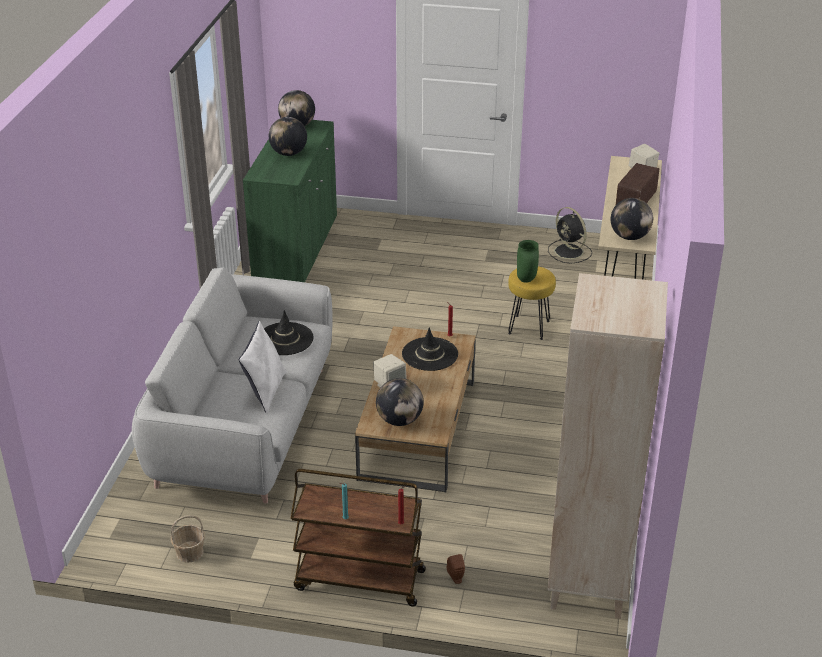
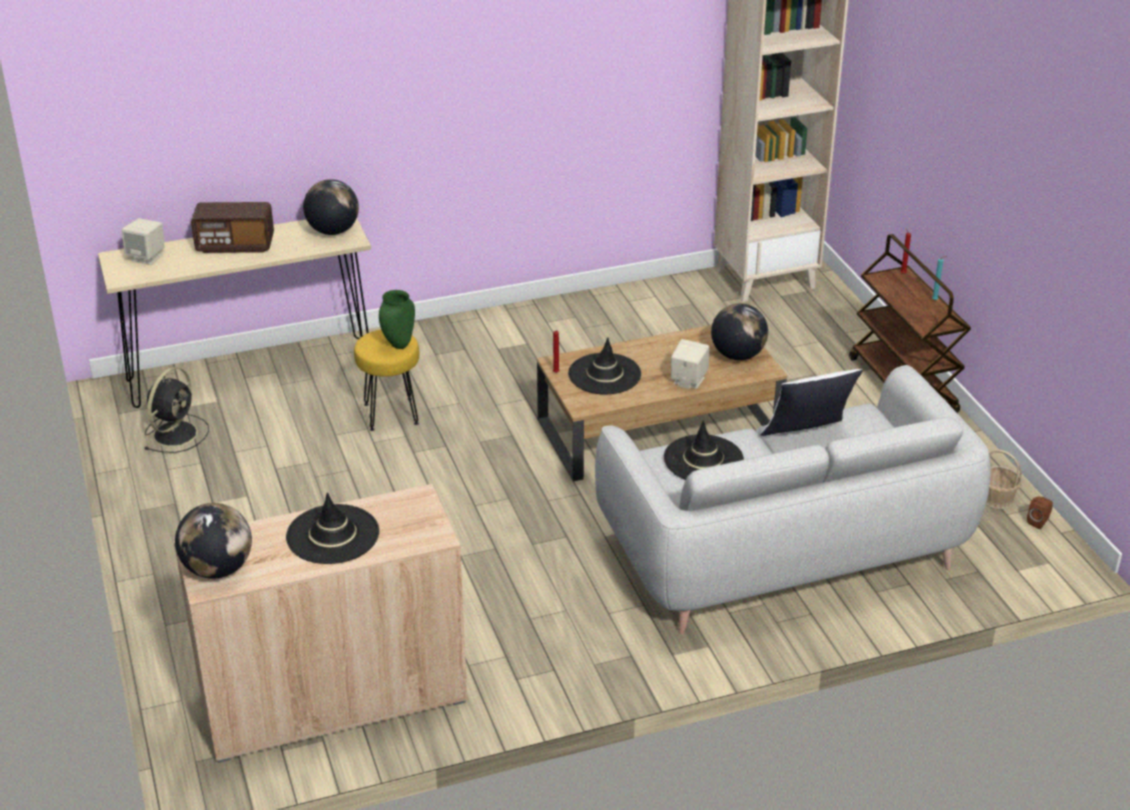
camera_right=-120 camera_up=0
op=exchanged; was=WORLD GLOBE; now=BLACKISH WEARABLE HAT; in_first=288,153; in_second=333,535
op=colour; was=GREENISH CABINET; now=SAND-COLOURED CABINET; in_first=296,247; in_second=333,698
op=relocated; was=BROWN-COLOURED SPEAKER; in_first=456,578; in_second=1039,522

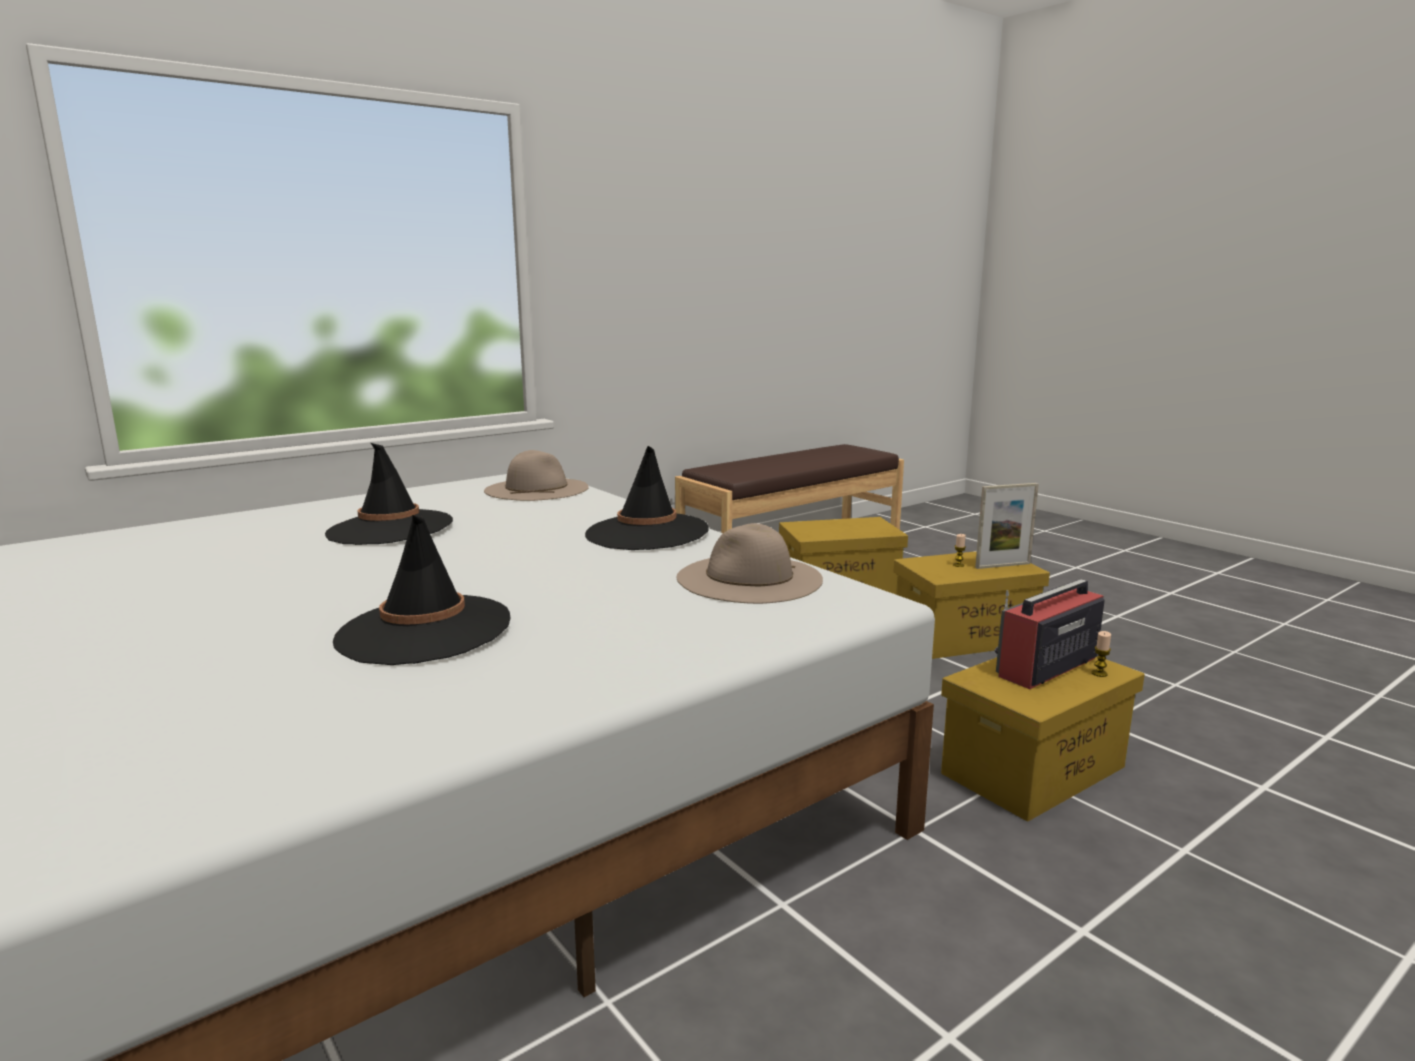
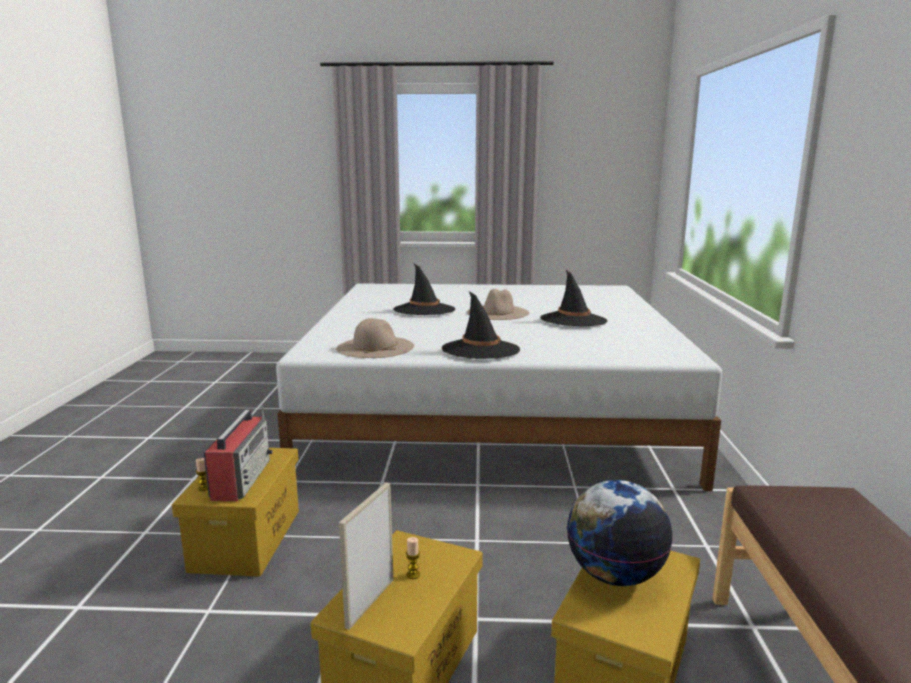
camera_right=130 camera_up=0
op=relocated; was=SAND-COLOURED WEARABLE HAT; in_first=536,489; in_second=498,312
op=appeared; now=WORLD GLOBE; in_second=614,575

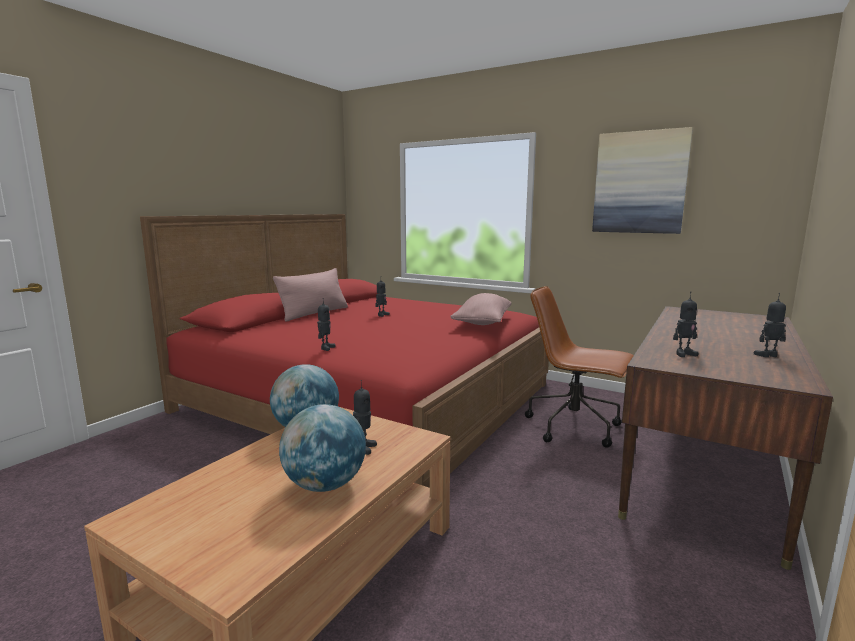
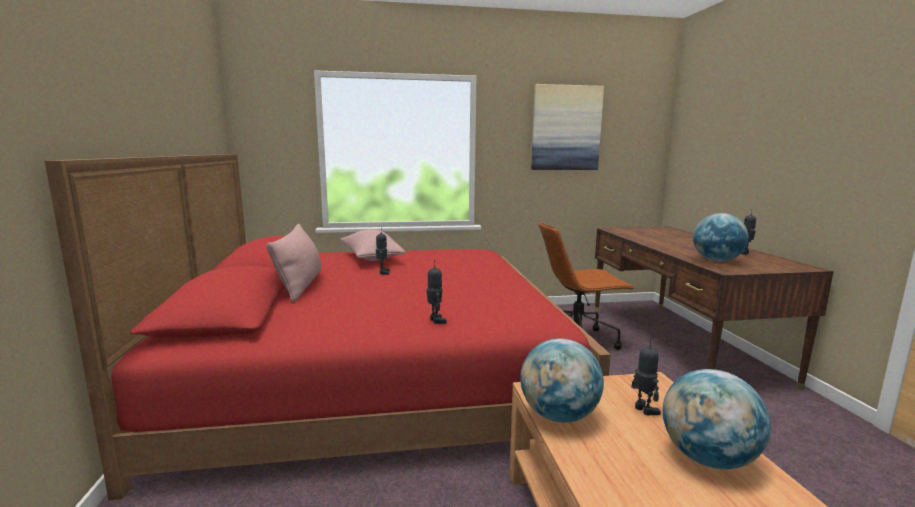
camera_right=-40 camera_up=0
op=relocated; was=PINK THROW PILLOW; in_first=482,322; in_second=371,258
op=exchanged; was=ROBOT FIGURE; now=WORLD GLOBE; in_first=684,354; in_second=716,260

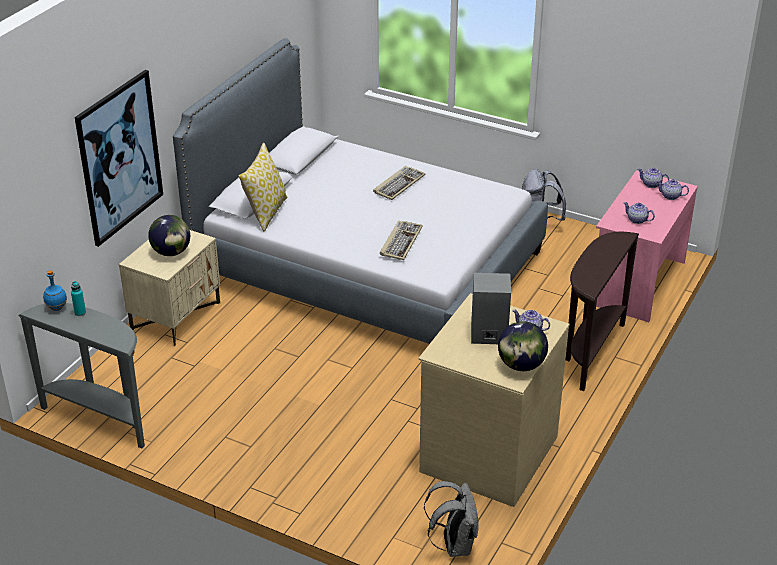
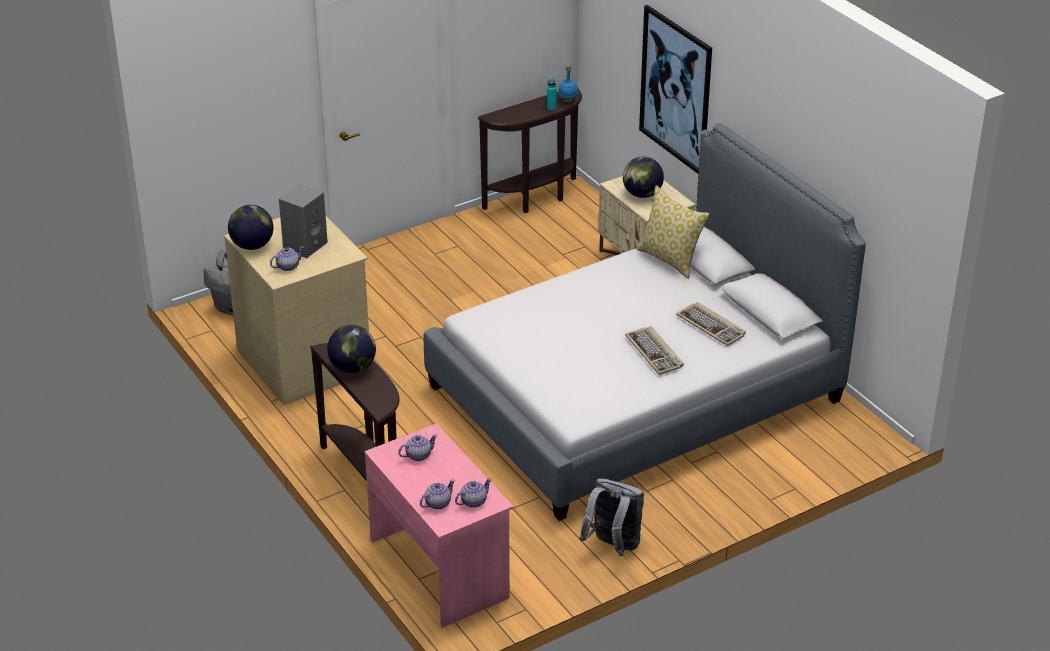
camera_right=120 camera_up=0
op=relocated; was=COMPUTER KEYBOARD; in_first=400,242; in_second=712,326
op=colour; was=GREY HALL TABLE; now=BROWN-COLOURED HALL TABLE; in_first=100,418; in_second=536,199
op=appeared; now=WORLD GLOBE; in_second=353,367

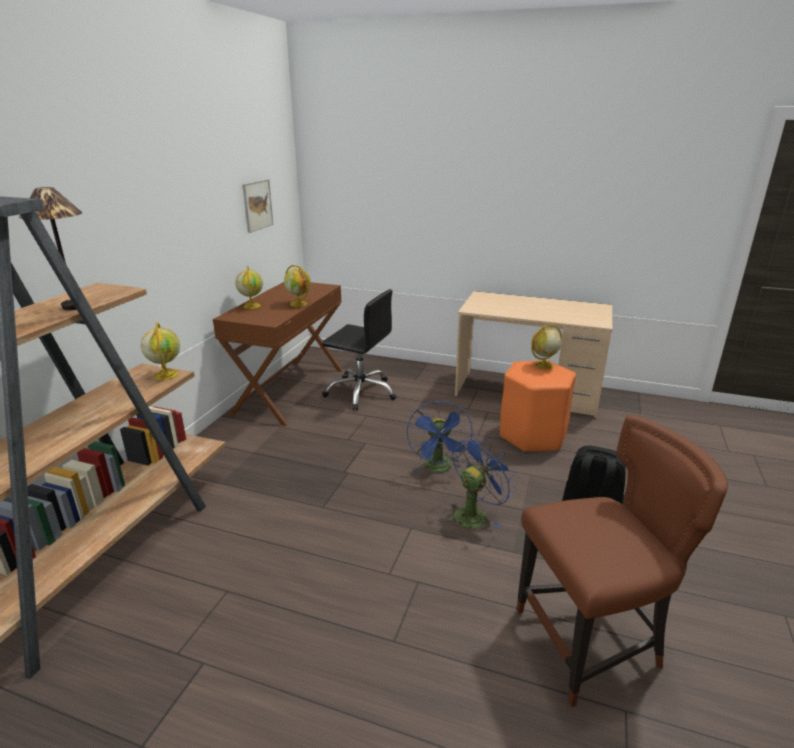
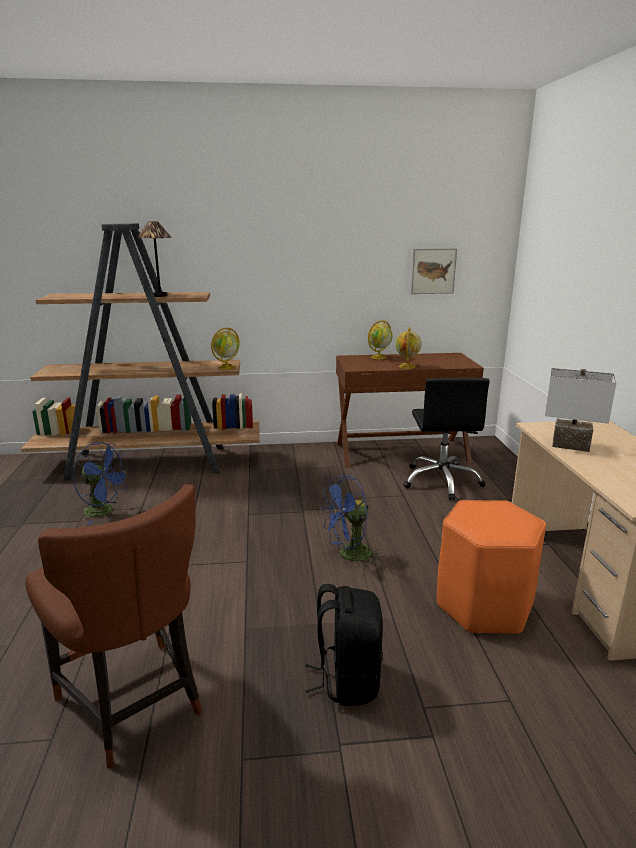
camera_right=65 camera_up=-5
op=missing; was=WORLD GLOBE; in_first=543,365
op=relocated; was=BLUE FAN; in_first=474,514; in_second=104,512
op=appeared; now=WHITISH TABLETOP LAMP; in_second=570,446

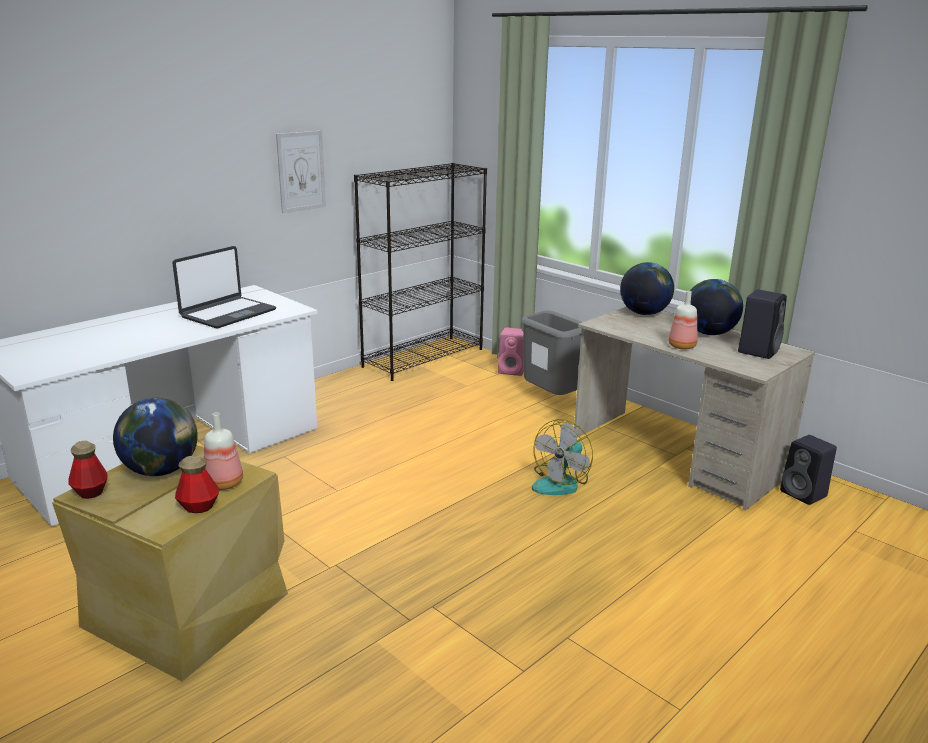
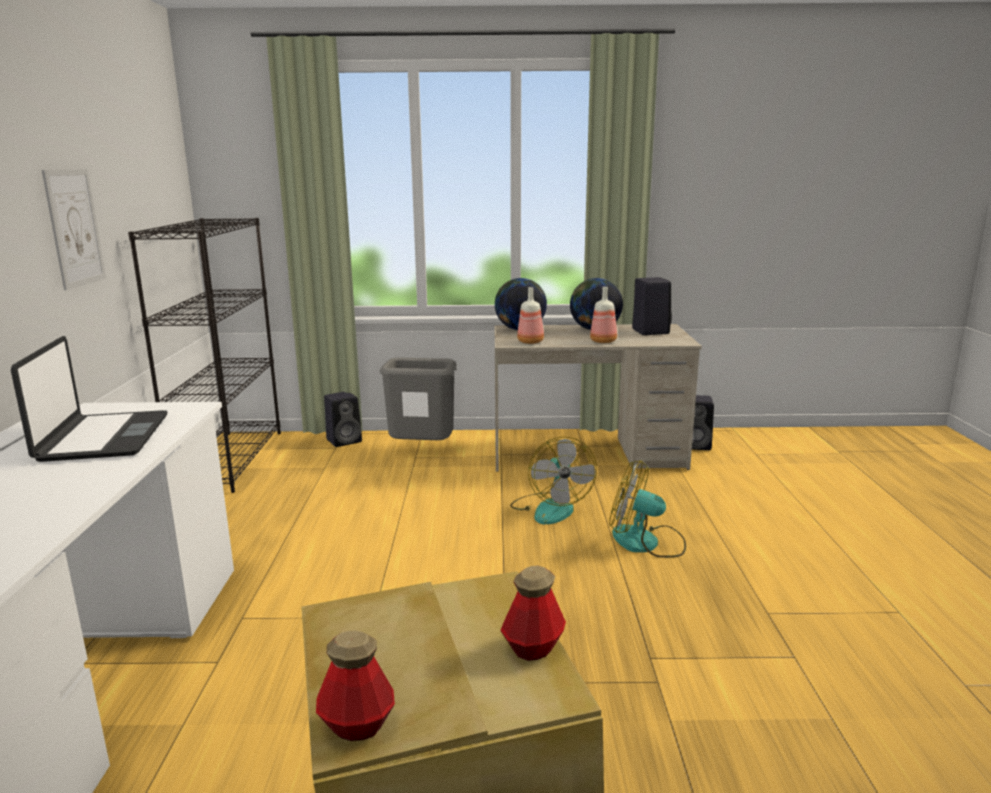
camera_right=-45 camera_up=-5
op=colour; was=PINK SPEAKER; now=BLACKISH SPEAKER; in_first=513,371; in_second=345,440
op=missing; was=WORLD GLOBE; in_first=161,470
op=relocated; was=BOTTLE; in_first=225,483; in_second=531,342
op=appeared; now=FAN; in_second=646,542

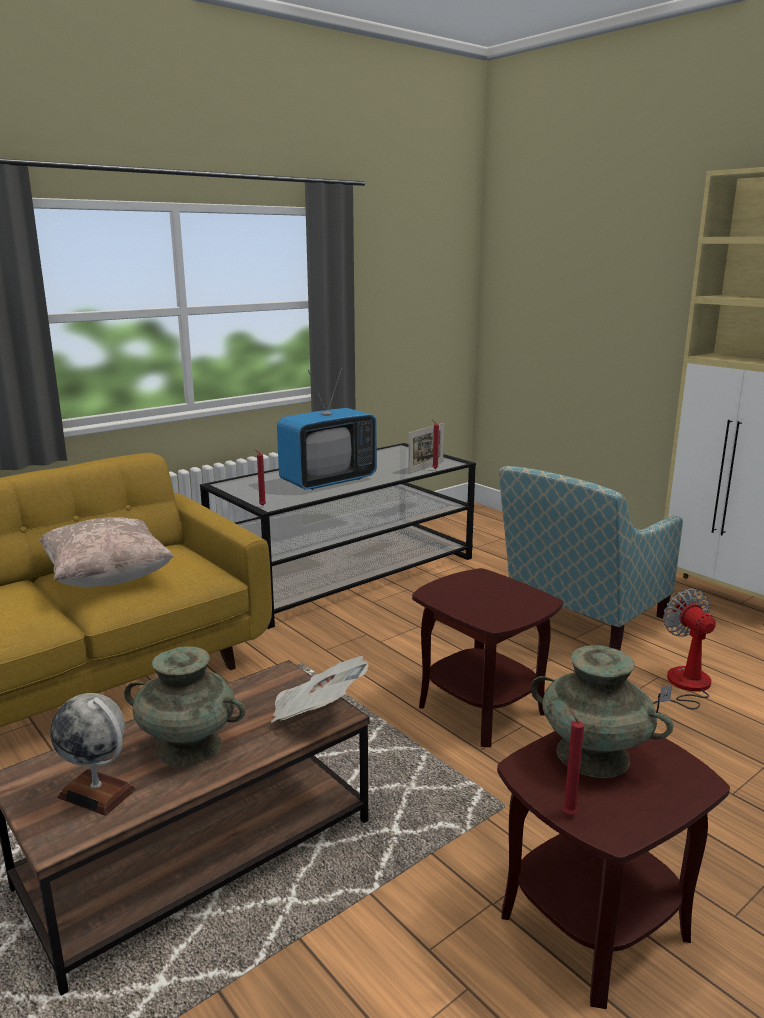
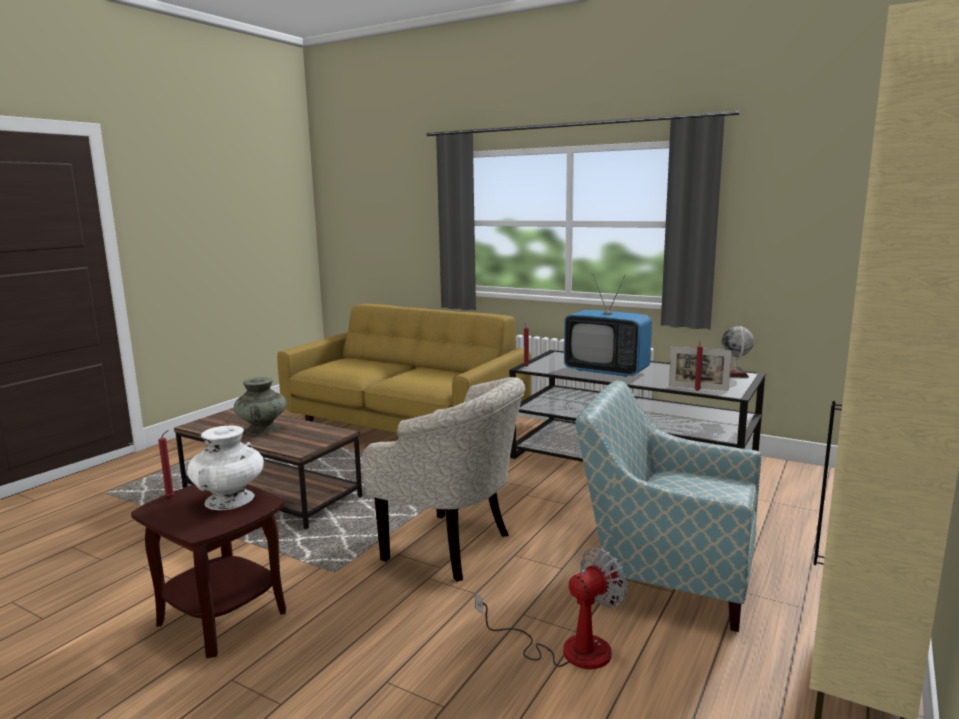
camera_right=70 camera_up=-5
op=missing; was=SAND-COLOURED THROW PILLOW; in_first=108,578
op=exchanged; was=BROWN-COLOURED ACCENT TABLE; now=SAND-COLOURED LOUNGE CHAIR; in_first=482,709; in_second=454,547
op=colour; was=TURQUOISE VASE; now=WHITISH VASE; in_first=593,756; in_second=229,500
op=missing; was=PRINTED PAPER; in_first=317,712
op=relocated; was=WORLD GLOBE; in_first=97,793; in_second=735,374

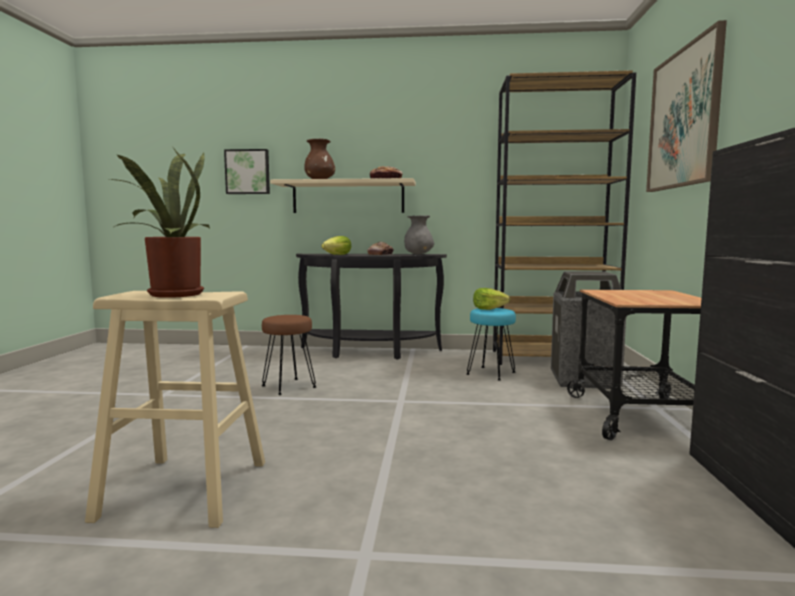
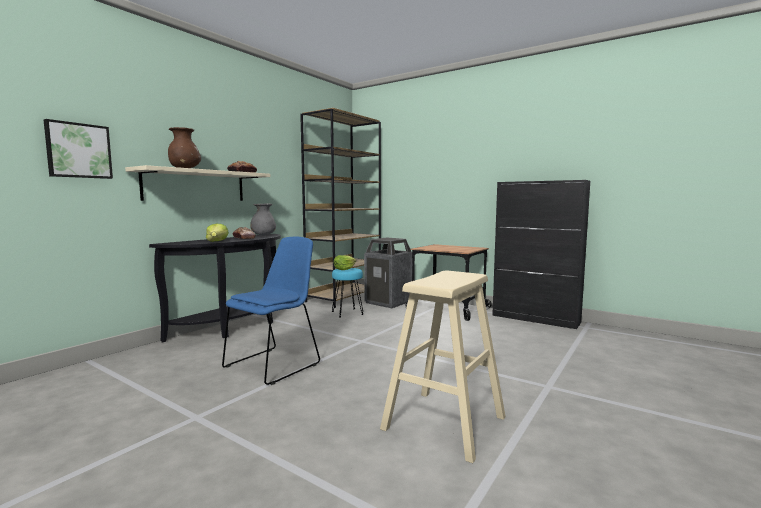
camera_right=-60 camera_up=0
op=missing; was=WALL PICTURE; in_first=684,118
op=missing; was=HOUSEPLANT; in_first=170,294
op=exchanged; was=BROWN-COLOURED STOOL; now=BLUE CHAIR; in_first=288,387; in_second=274,364

